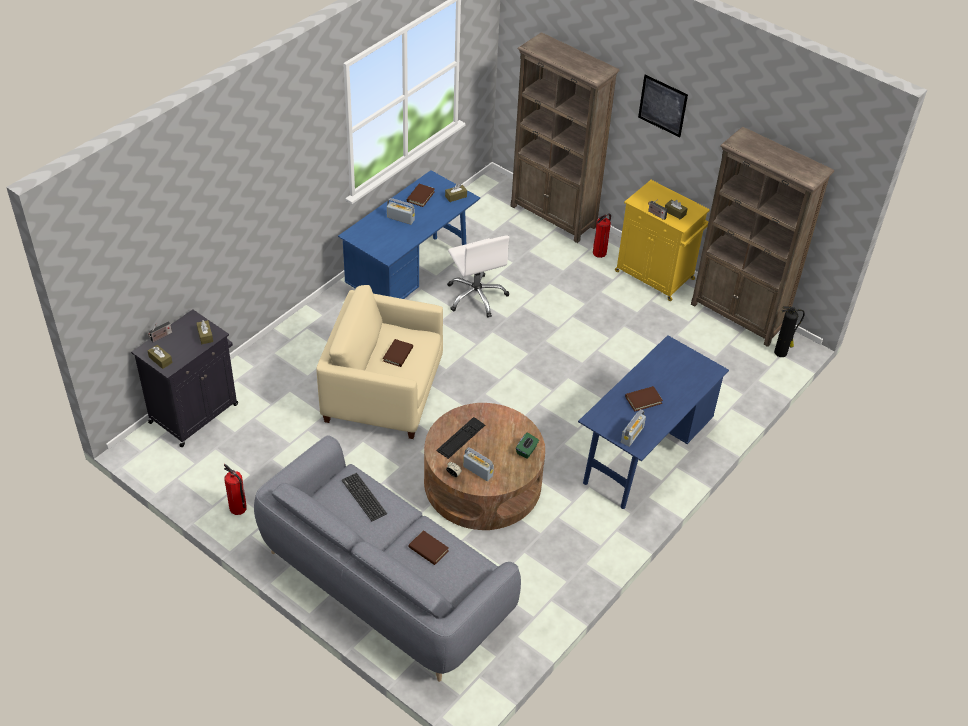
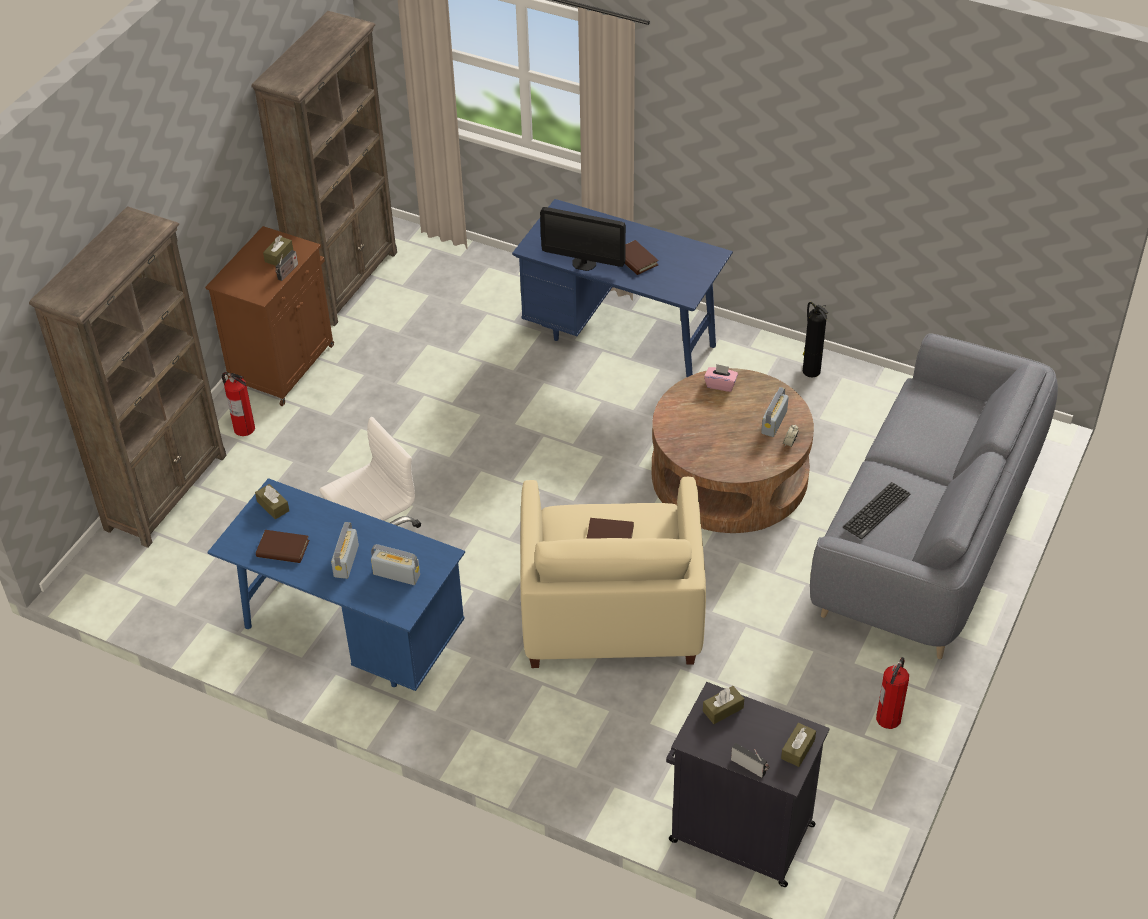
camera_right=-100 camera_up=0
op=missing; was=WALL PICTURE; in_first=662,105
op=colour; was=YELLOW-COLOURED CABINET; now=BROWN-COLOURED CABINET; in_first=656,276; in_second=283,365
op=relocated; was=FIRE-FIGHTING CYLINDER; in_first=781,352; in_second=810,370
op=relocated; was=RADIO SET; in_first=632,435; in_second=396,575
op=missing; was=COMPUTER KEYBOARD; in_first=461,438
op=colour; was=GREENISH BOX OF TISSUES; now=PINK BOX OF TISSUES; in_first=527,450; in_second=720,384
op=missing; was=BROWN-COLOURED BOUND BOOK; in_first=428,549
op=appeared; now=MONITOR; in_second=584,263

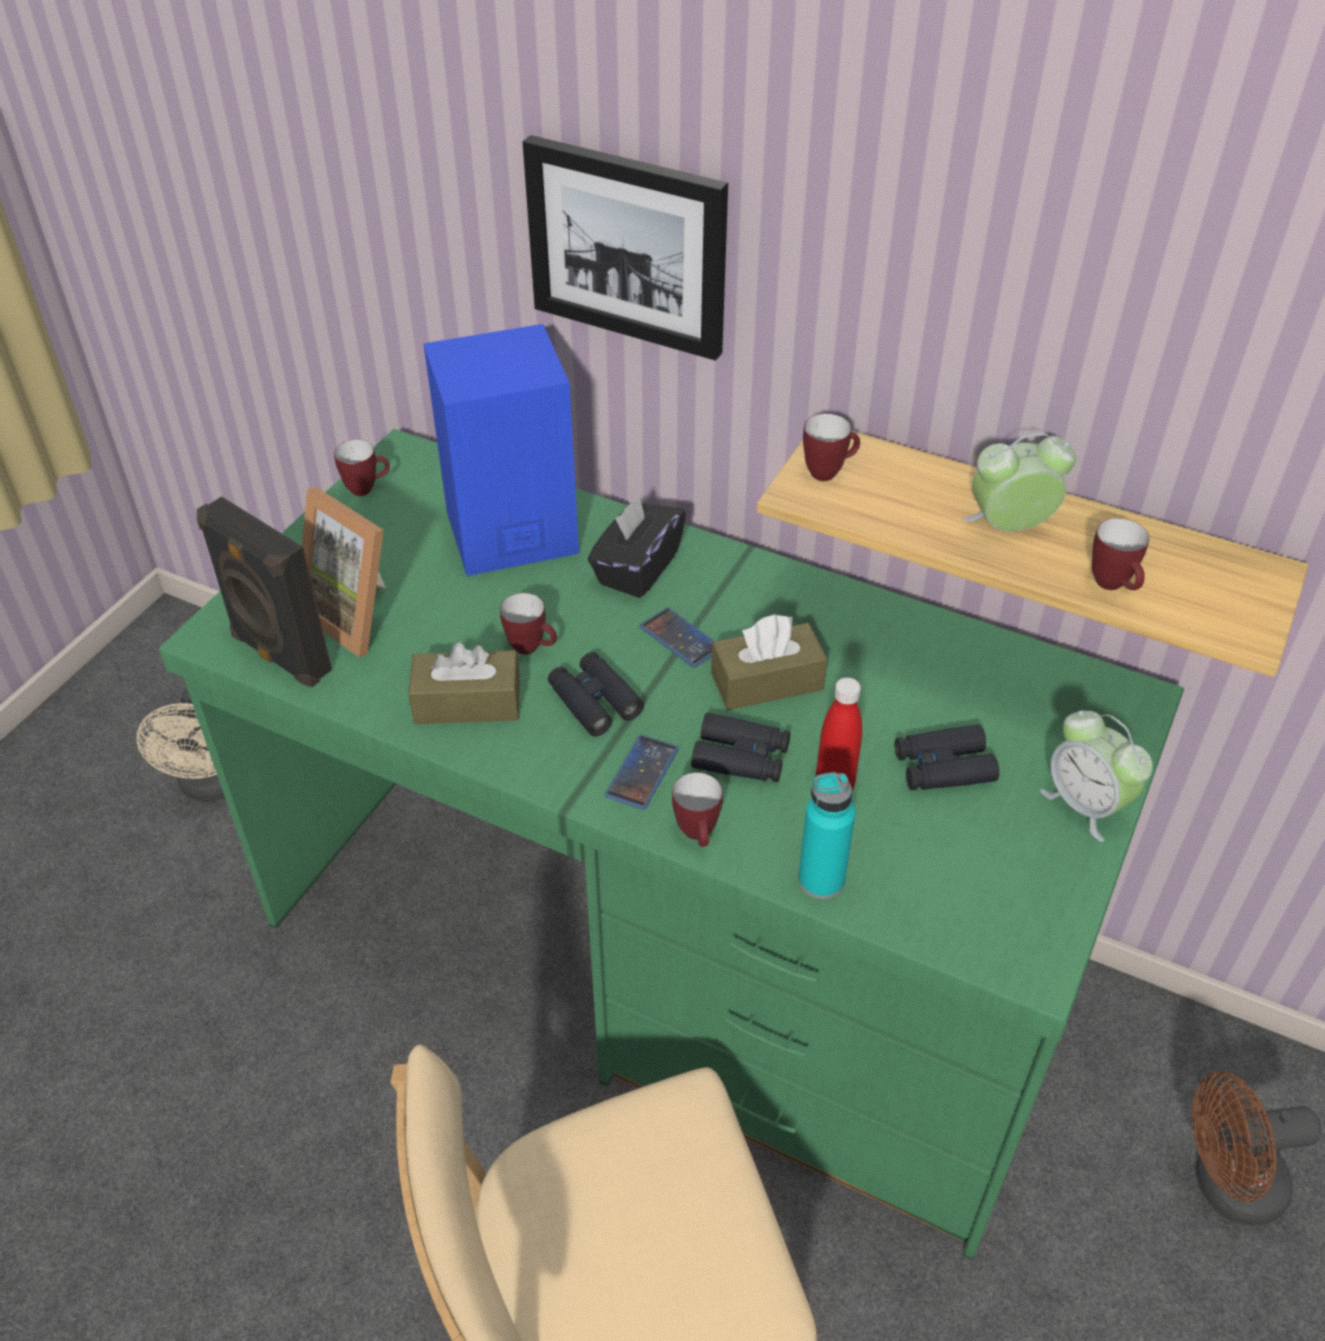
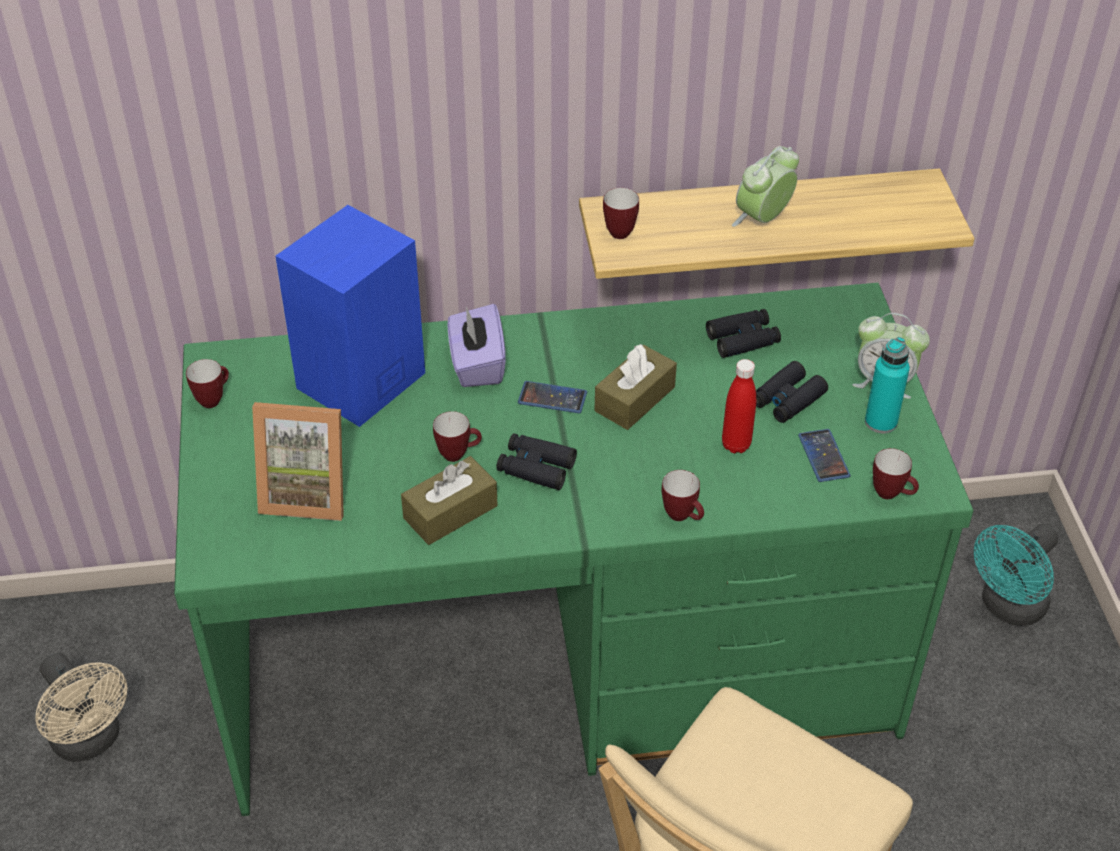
camera_right=-35 camera_up=0
op=missing; was=WALL PICTURE; in_first=628,246
op=colour; was=BLACKISH BOX OF TISSUES; now=PURPLISH BOX OF TISSUES; in_first=637,569; in_second=477,364
op=missing; was=BLACKISH SPEAKER; in_first=279,655
op=relocated; was=MUG; in_first=1114,586; in_second=891,494
op=relocated; was=BLACKISH PAIR OF BINOCULARS; in_first=741,757; in_second=743,339
op=relocated; was=PHONE; in_first=642,773; in_second=823,456
op=relocated; was=TURQUOISE BOTTLE; in_first=821,880; in_second=880,422
op=colour; was=BROWN-COLOURED FAN; now=TURQUOISE FAN; in_first=1225,1186; in_second=1008,608

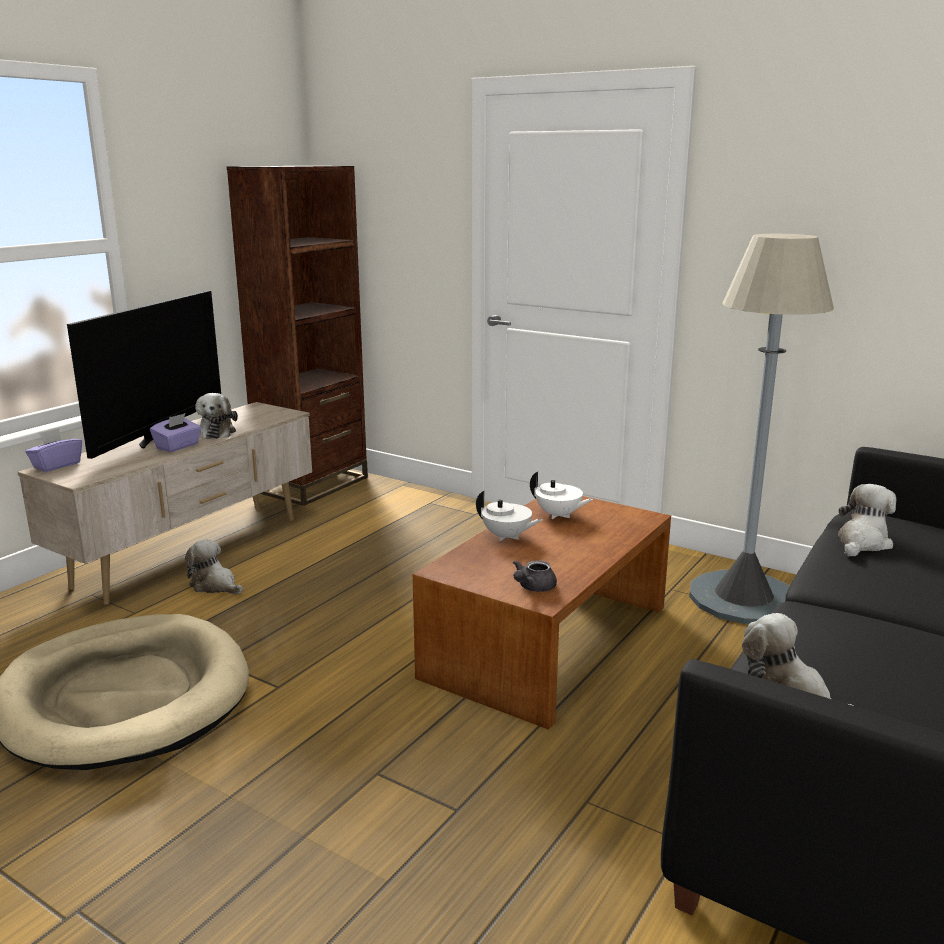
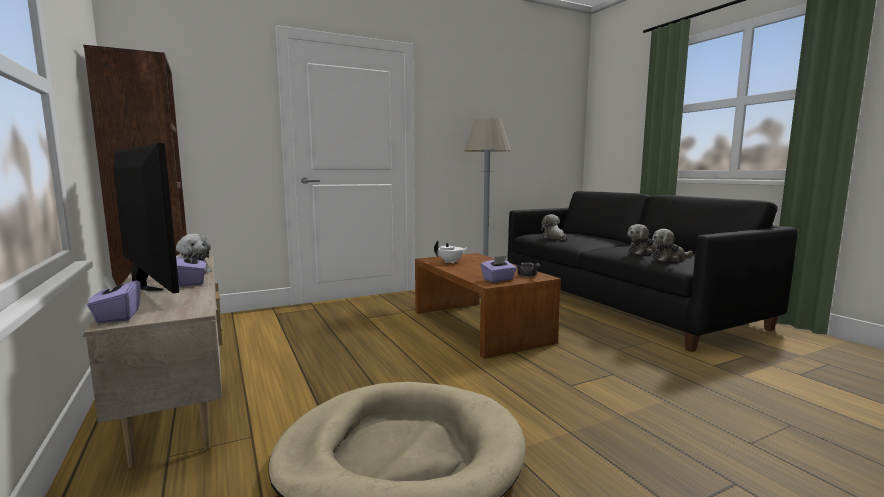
camera_right=-60 camera_up=-10
op=missing; was=WHITISH TEA POT; in_first=507,537
op=relocated; was=CUDDLY TOY; in_first=215,585; in_second=642,252
op=appeared; now=PURPLISH BOX OF TISSUES; in_second=498,279

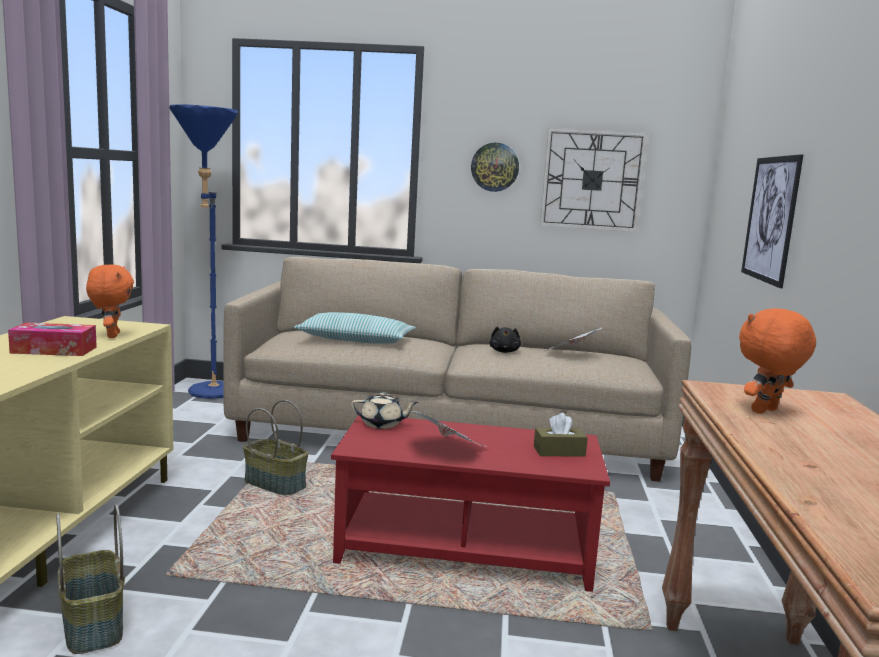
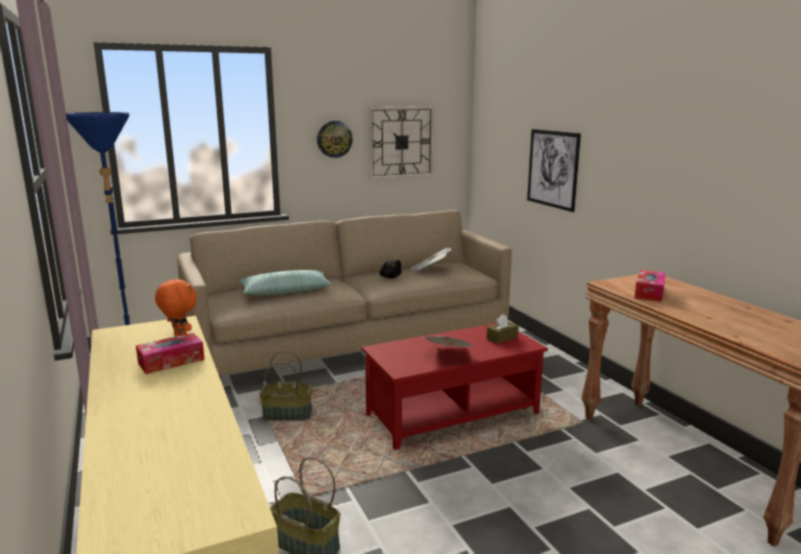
camera_right=-30 camera_up=5
op=exchanged; was=ORANGE-COLOURED CUDDLY TOY; now=BOX OF TISSUES; in_first=766,411; in_second=649,292
op=missing; was=SAND-COLOURED TEA POT; in_first=382,424

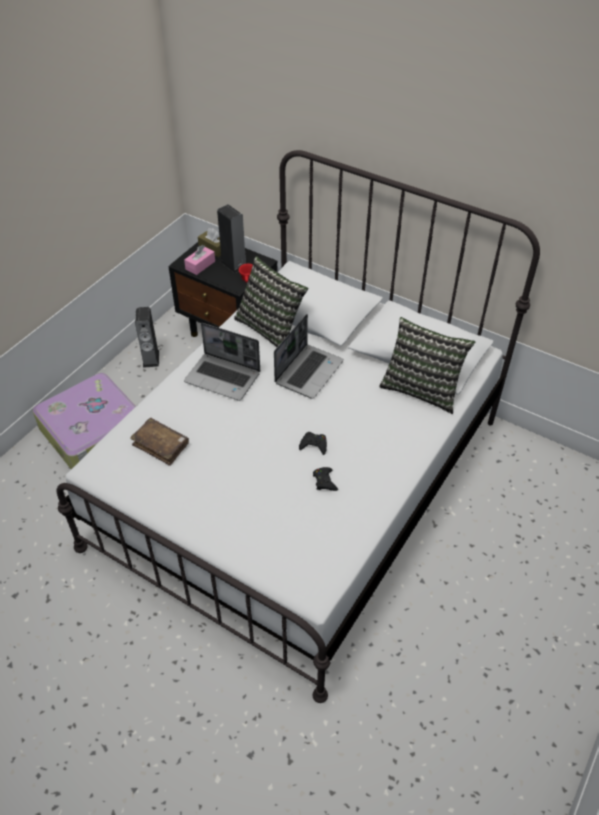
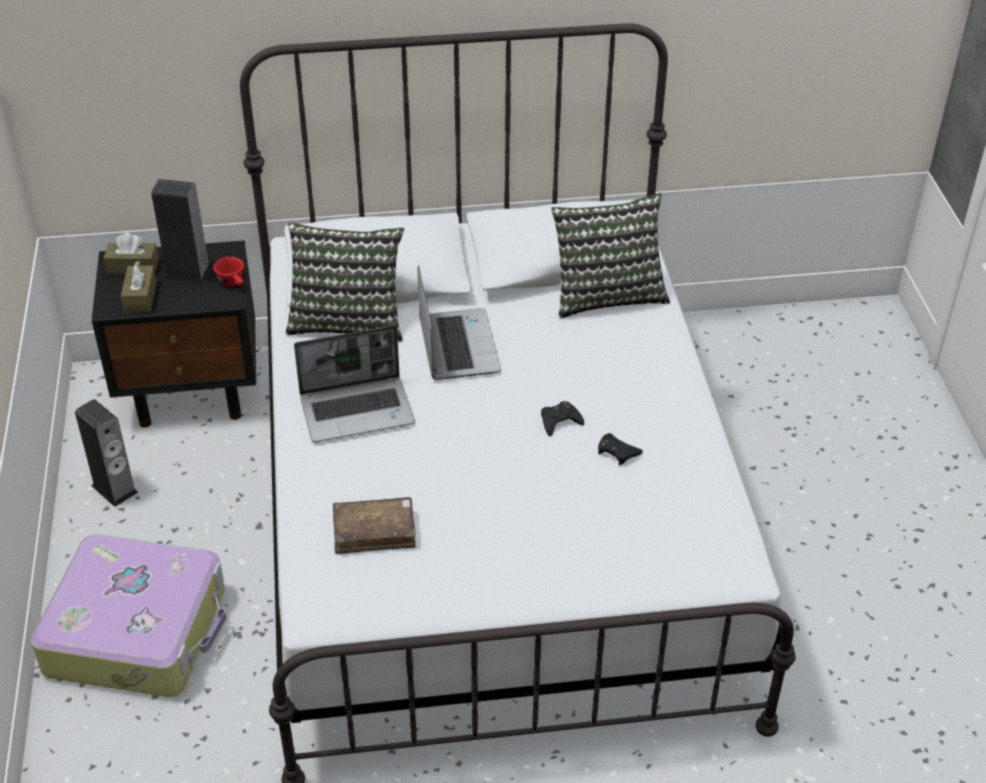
camera_right=-40 camera_up=-5
op=colour; was=PINK BOX OF TISSUES; now=BROWN-COLOURED BOX OF TISSUES; in_first=200,265; in_second=140,297

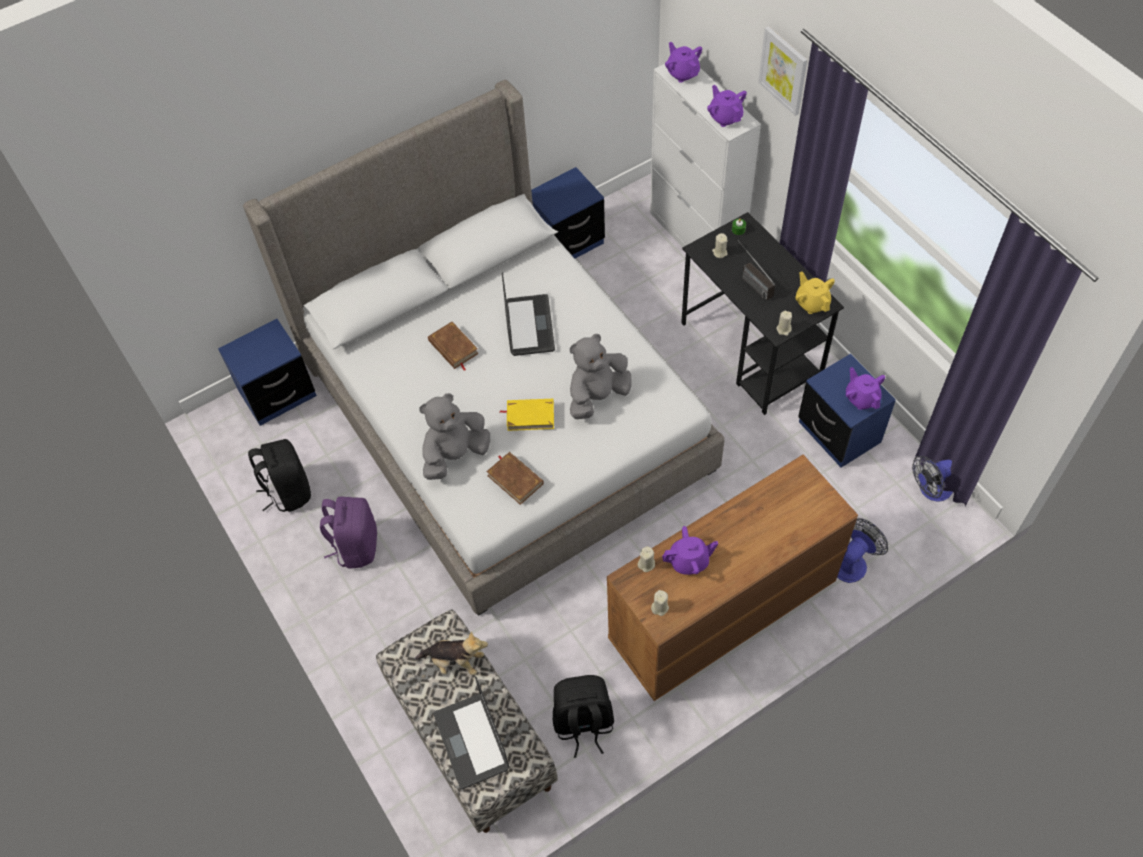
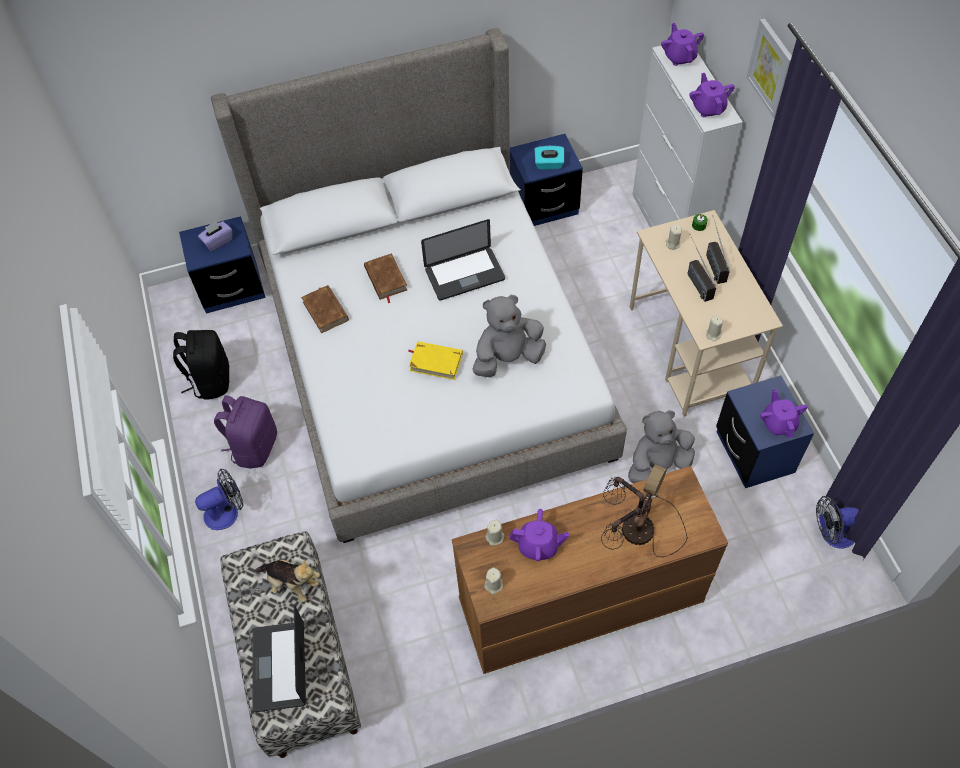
camera_right=15 camera_up=0
op=colour; was=BLACKISH DESK; now=SAND-COLOURED DESK; in_first=751,352; in_second=690,351
op=missing; was=YELLOW-COLOURED TEA POT; in_first=812,303
op=spun; was=LAPTOP; in_first=529,326; in_second=465,275; clockwise=60
op=relocated; was=GREY CUDDLY TOY; in_first=455,455; in_second=658,464
op=relocated; was=BROWN-COLOURED BOUND BOOK; in_first=515,479; in_second=325,311
op=relocated; was=FAN; in_first=853,562; in_second=227,511
op=missing; was=BLACKISH KNAPSACK; in_first=583,723
op=appeared; now=TURQUOISE BOX OF TISSUES; in_second=549,164
op=appeared; now=RADIO SET; in_second=711,260
op=appeared; now=PURPLISH BOX OF TISSUES; in_second=218,241
op=appeared; now=TABLETOP LAMP; in_second=635,531

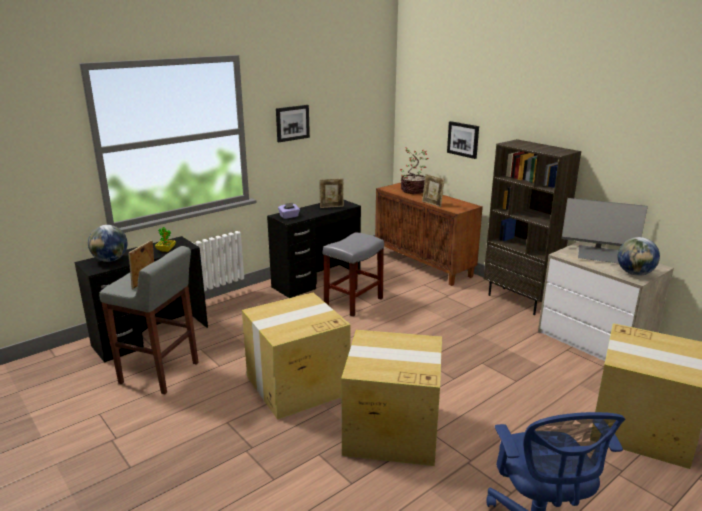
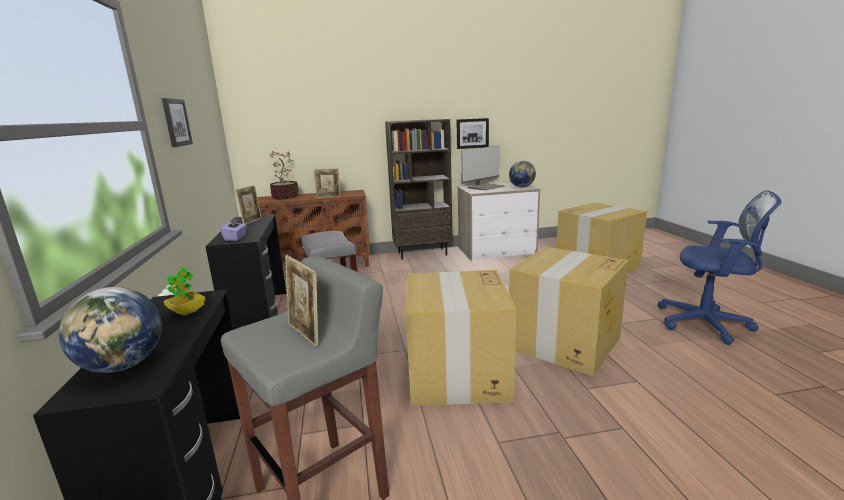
camera_right=-60 camera_up=-5
op=relocated; was=WALL PICTURE; in_first=463,139; in_second=472,133

